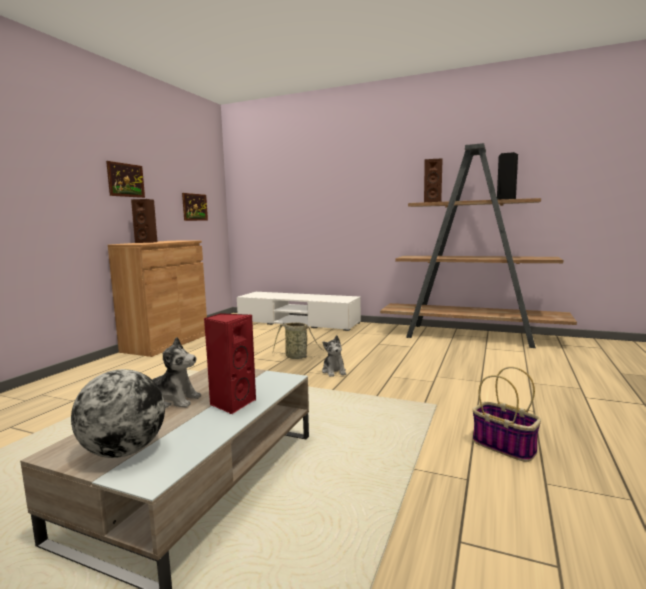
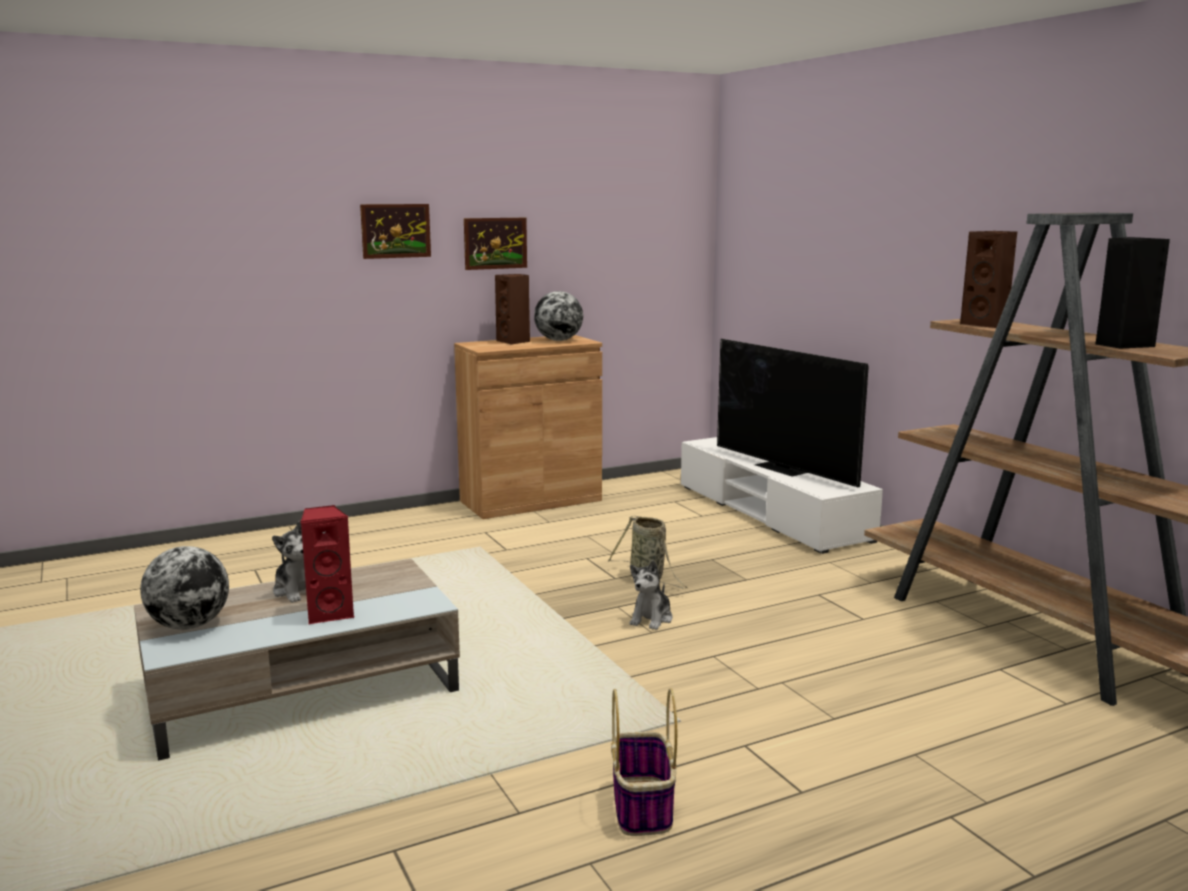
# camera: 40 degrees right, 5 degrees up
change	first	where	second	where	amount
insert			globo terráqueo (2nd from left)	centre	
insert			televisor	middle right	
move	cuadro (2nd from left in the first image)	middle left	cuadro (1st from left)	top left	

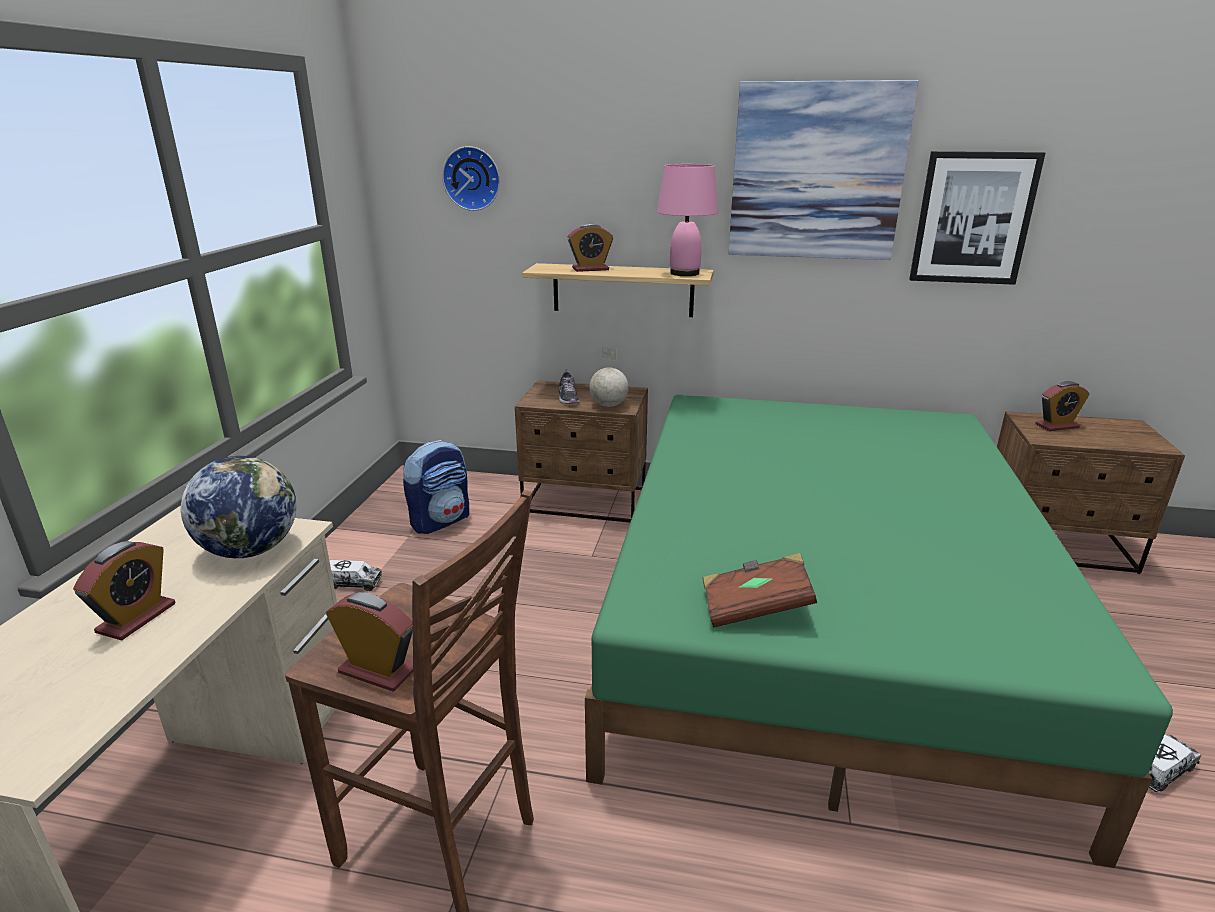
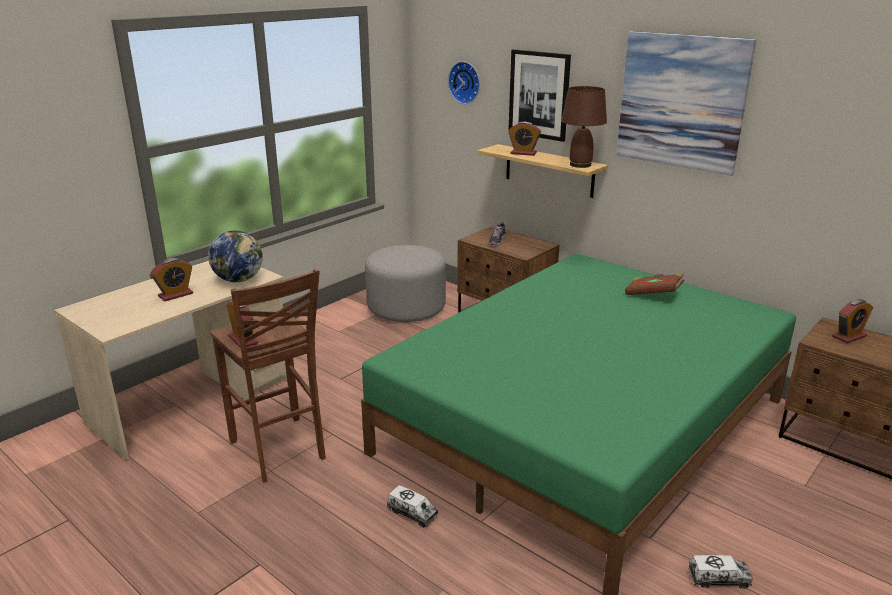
# camera: 30 degrees right, 0 degrees up
change	first	where	second	where	amount
delete	globo terráqueo (2nd from left)	centre			
move	camión de juguete (1st from left)	middle left		bottom centre	
move	libro/marrón	centre		middle right	
move	cuadro (2nd from left in the first image)	top right	cuadro (1st from left)	top centre	
replace	mochila	centre	puf/gris	centre	
recolor	lámpara de mesa/rosa	top centre	lámpara de mesa/marrón	top centre	
rotate	despertador (4th from left)	middle right		middle right	45 degrees counterclockwise

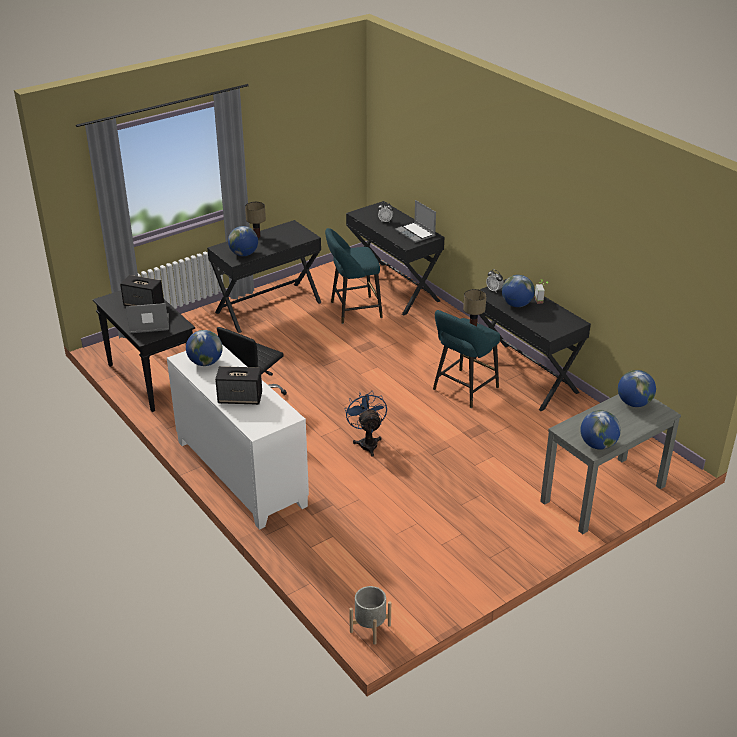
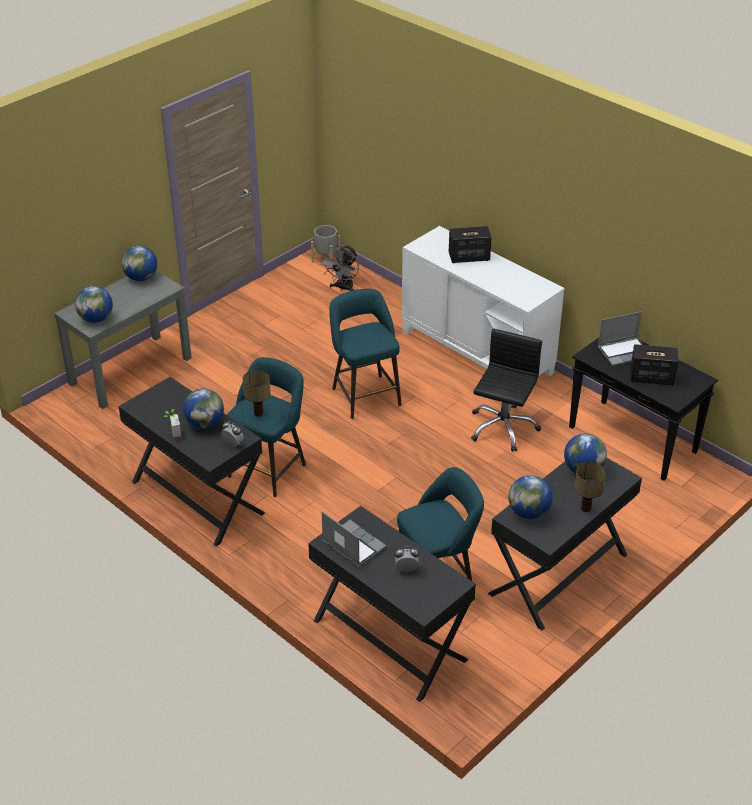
# camera: 170 degrees right, 5 degrees up
change	first	where	second	where	amount
insert			ventilador/gris	top centre	
move	globo terráqueo (1st from left in the first image)	middle left	globo terráqueo (4th from left)	middle right	
replace	ventilador/azul	centre	taburete/turquesa (2nd from left)	centre	

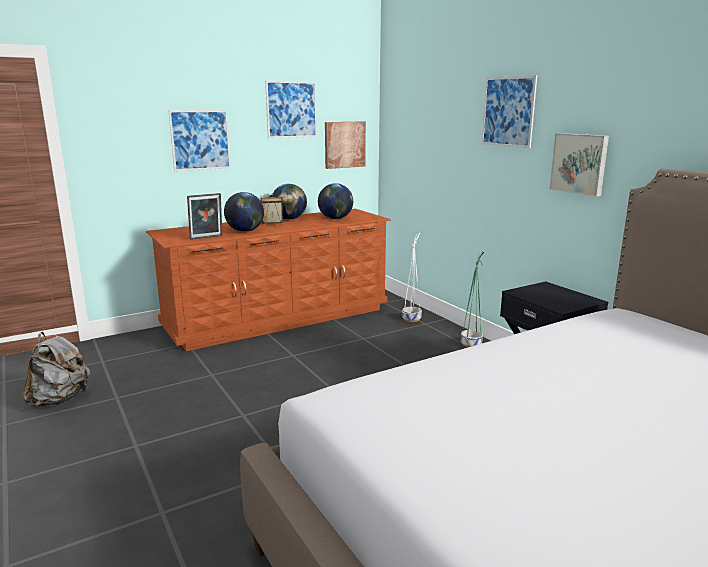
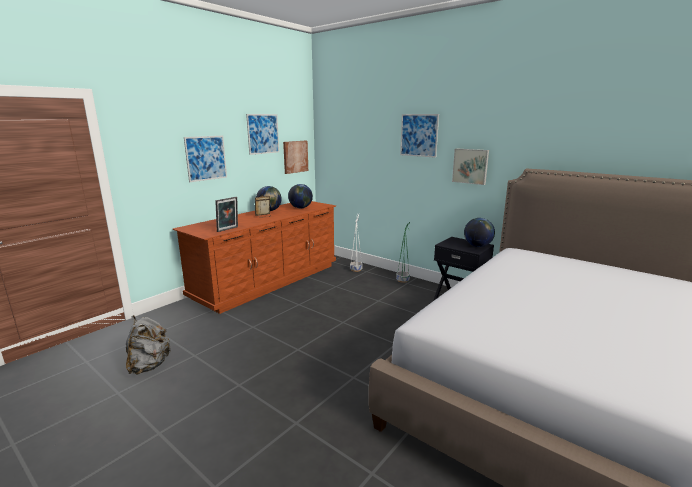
# camera: 20 degrees left, 0 degrees up
change	first	where	second	where	amount
move	globo terráqueo (1st from left in the first image)	centre	globo terráqueo (3rd from left)	middle right	

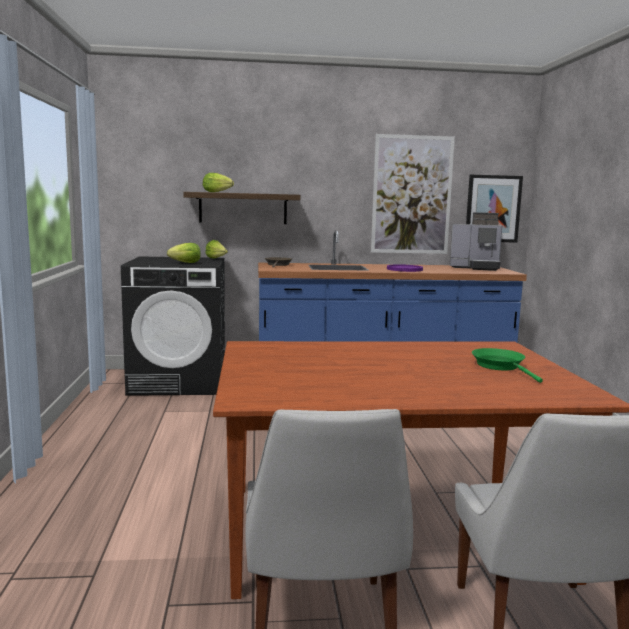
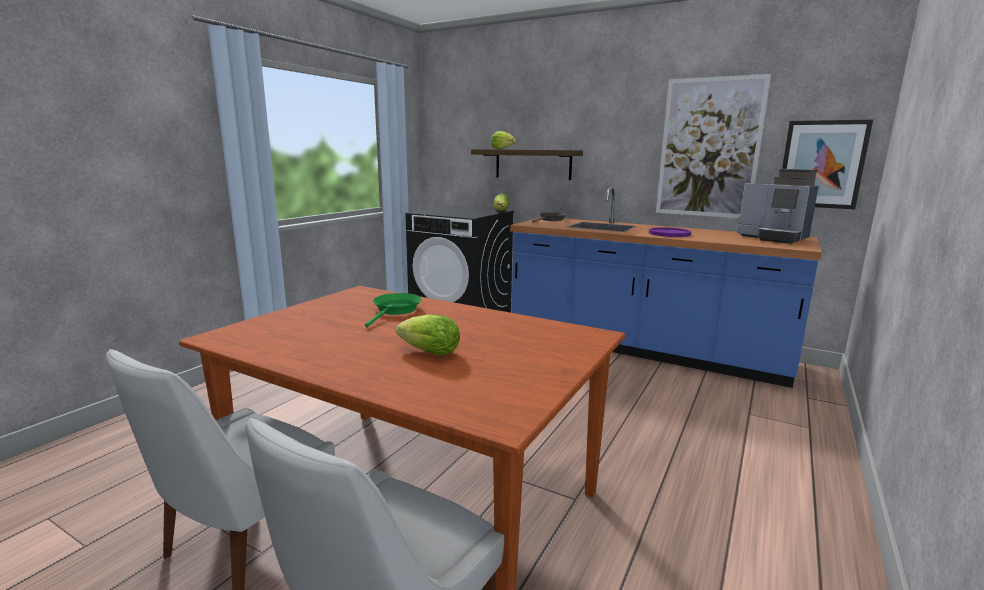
# camera: 35 degrees right, 5 degrees up
change	first	where	second	where	amount
move	lechuga (1st from left)	middle left		centre	
move	sartén/verde	middle right		centre	

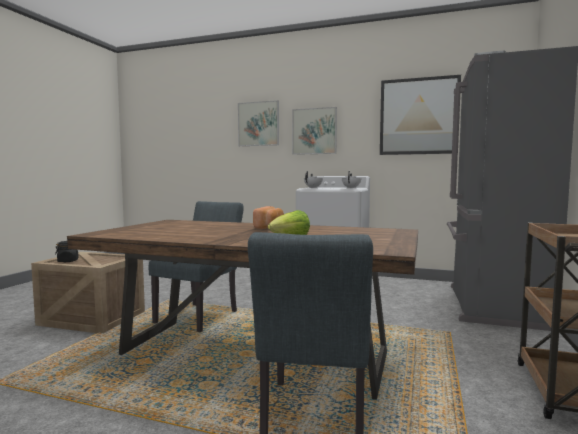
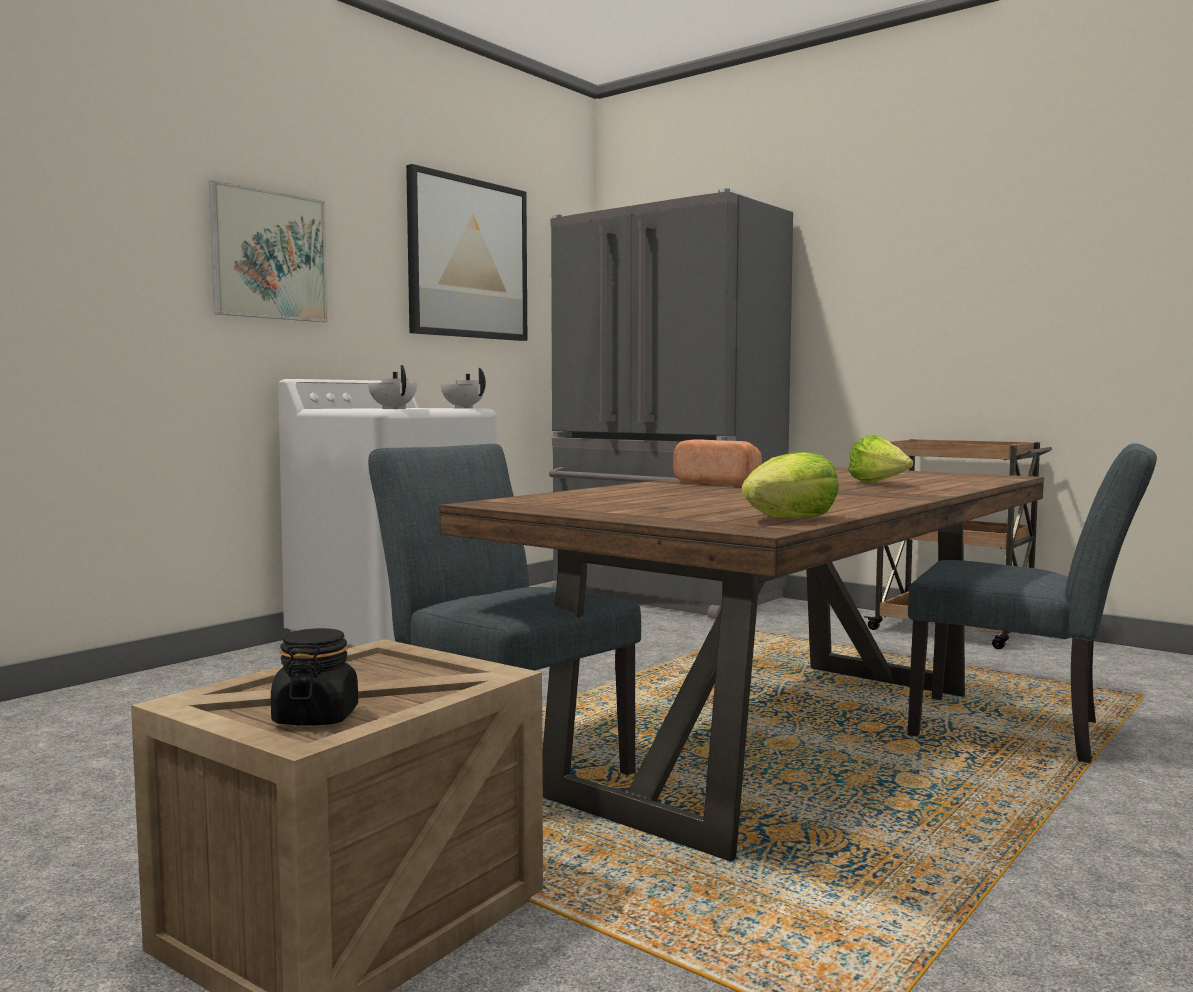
# camera: 70 degrees left, 0 degrees up
change	first	where	second	where	amount
delete	cuadro (1st from left)	top centre			
insert			lechuga (1st from left)	centre	

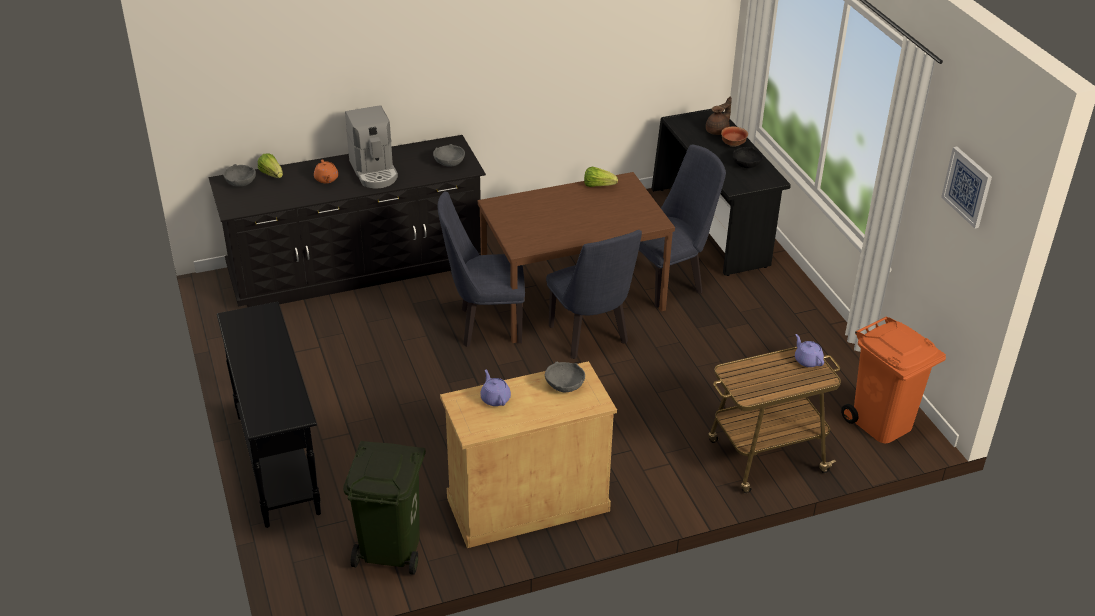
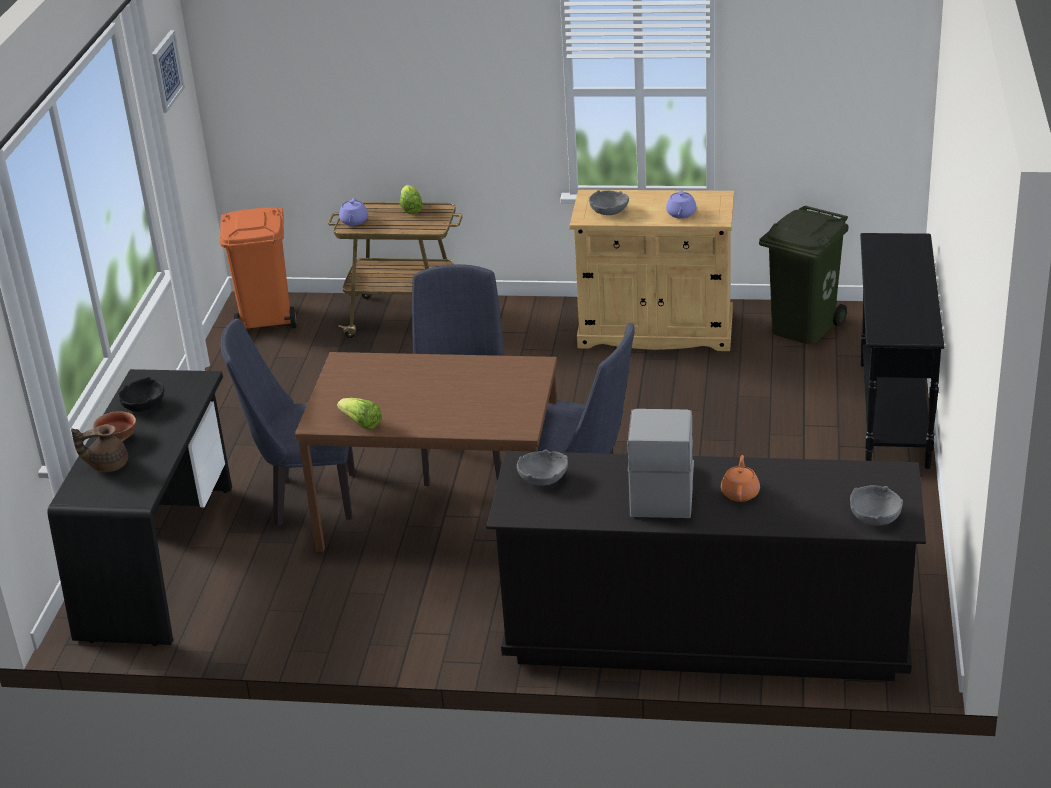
# camera: 150 degrees left, 5 degrees down
change	first	where	second	where	amount
move	lechuga (1st from left in the first image)	top left	lechuga (2nd from left)	top centre	

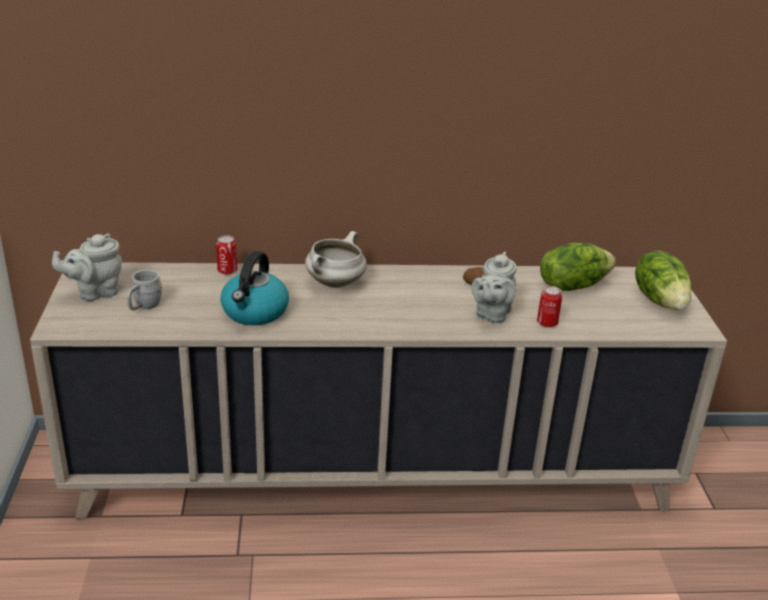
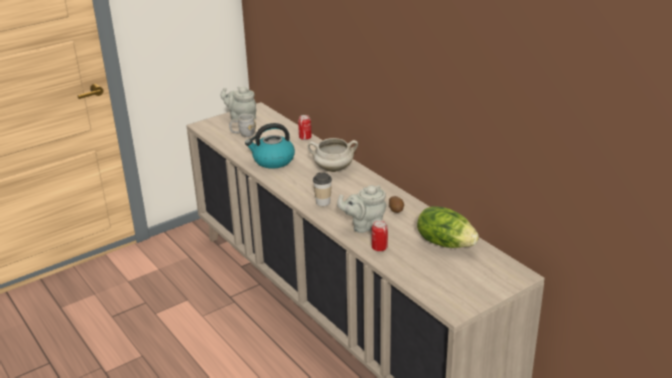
# camera: 60 degrees right, 0 degrees up
change	first	where	second	where	amount
delete	lechuga (2nd from left)	middle right			
insert			taza	centre	

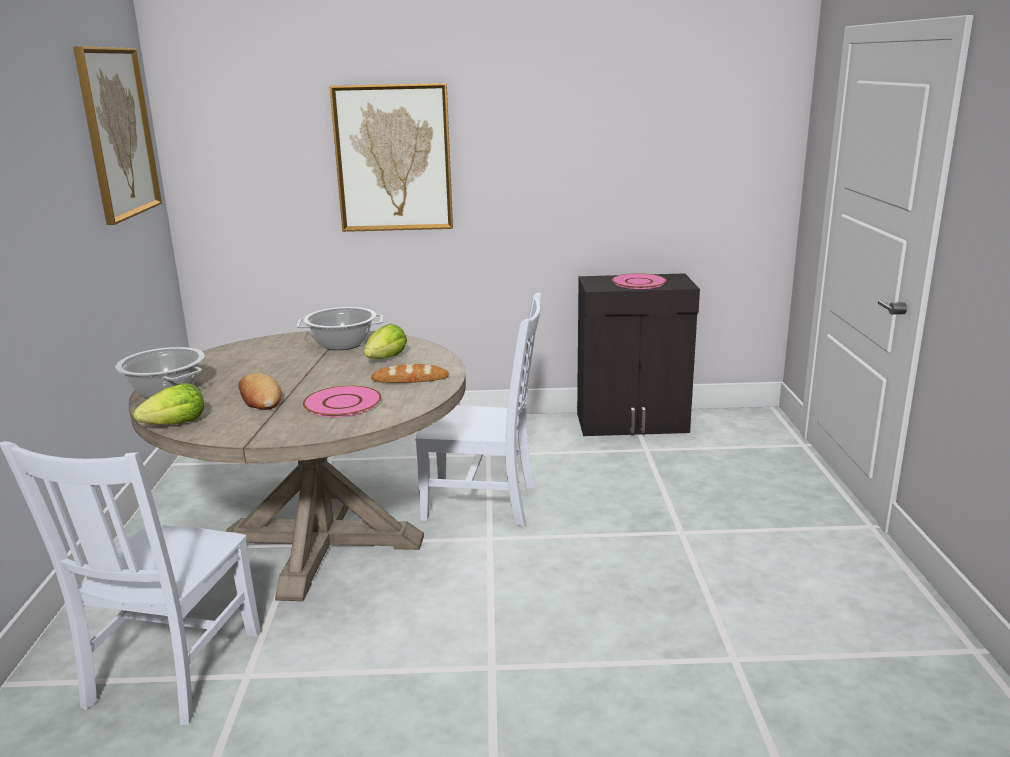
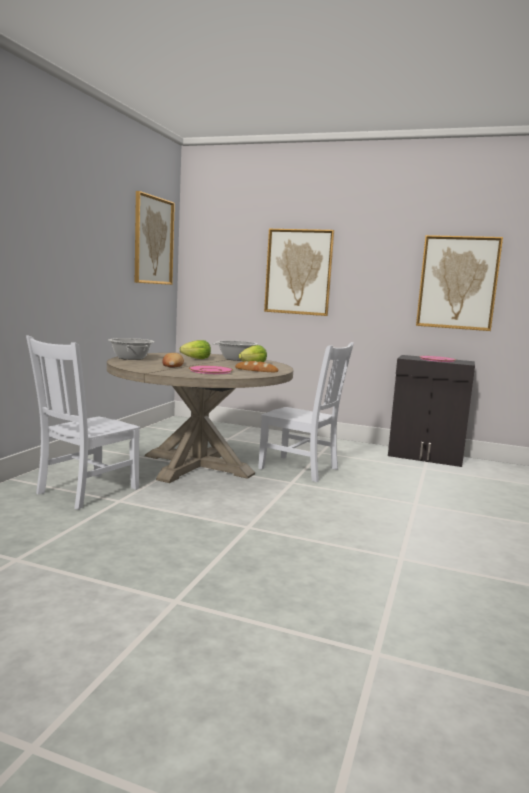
# camera: 20 degrees right, 10 degrees down
change	first	where	second	where	amount
insert			cuadro (3rd from left)	middle right	
move	lechuga (1st from left)	middle left		centre	

